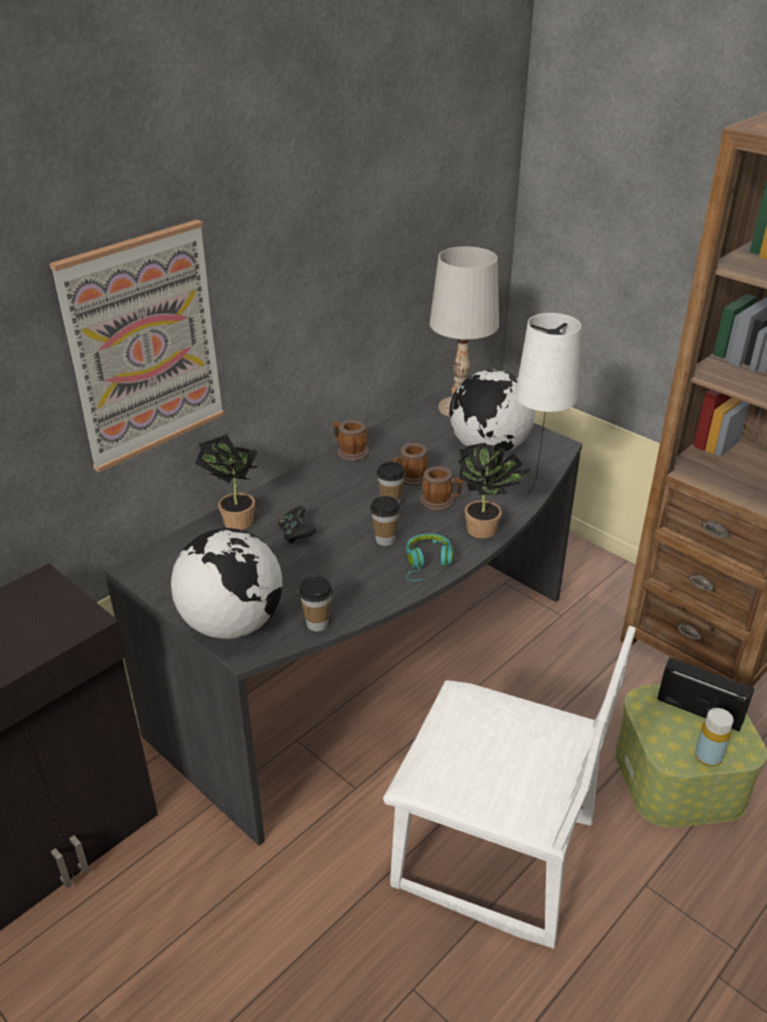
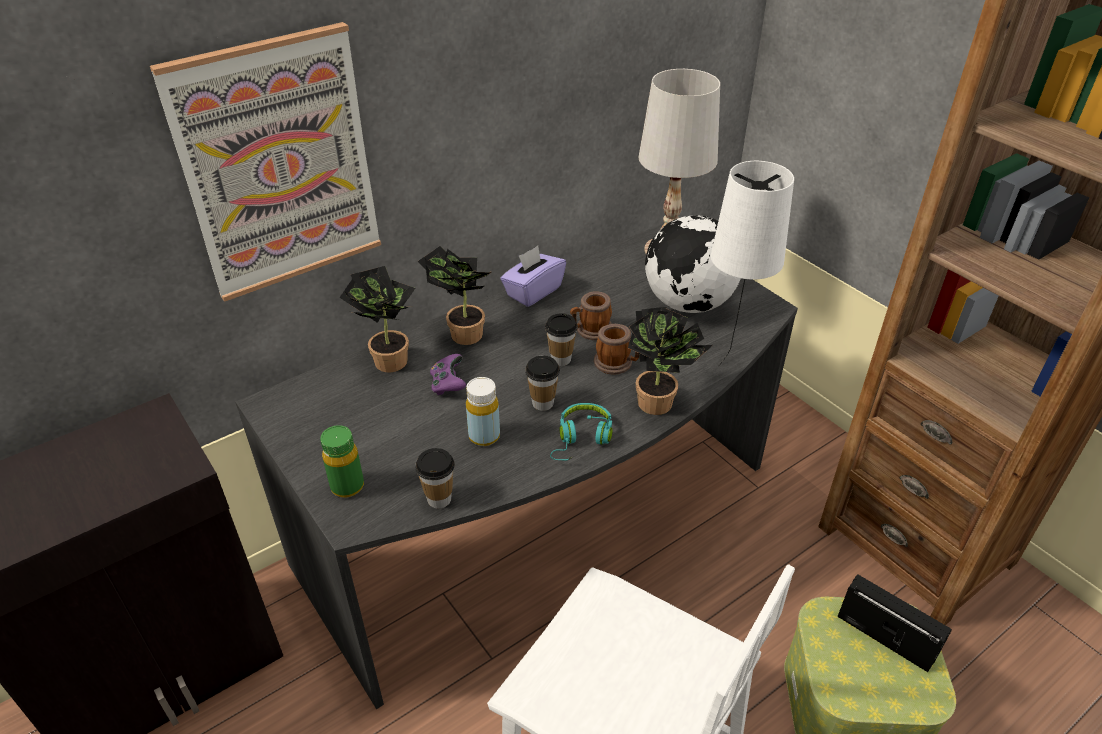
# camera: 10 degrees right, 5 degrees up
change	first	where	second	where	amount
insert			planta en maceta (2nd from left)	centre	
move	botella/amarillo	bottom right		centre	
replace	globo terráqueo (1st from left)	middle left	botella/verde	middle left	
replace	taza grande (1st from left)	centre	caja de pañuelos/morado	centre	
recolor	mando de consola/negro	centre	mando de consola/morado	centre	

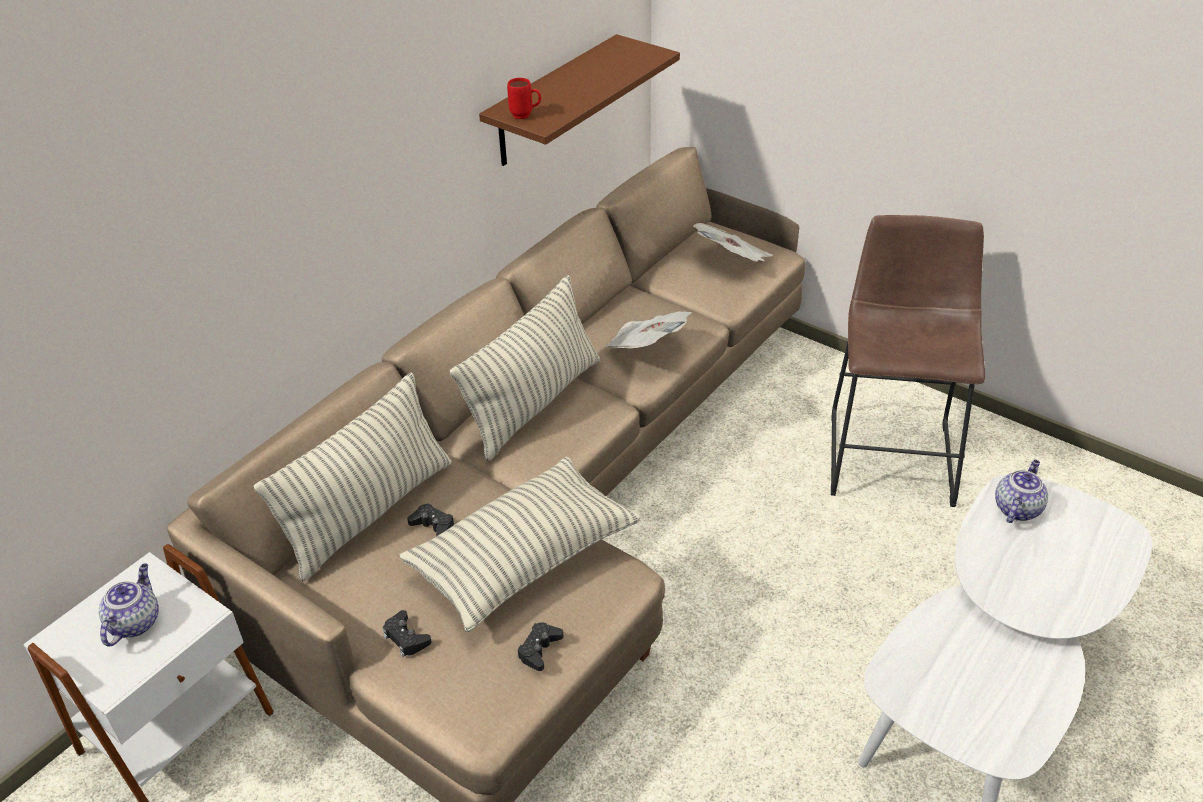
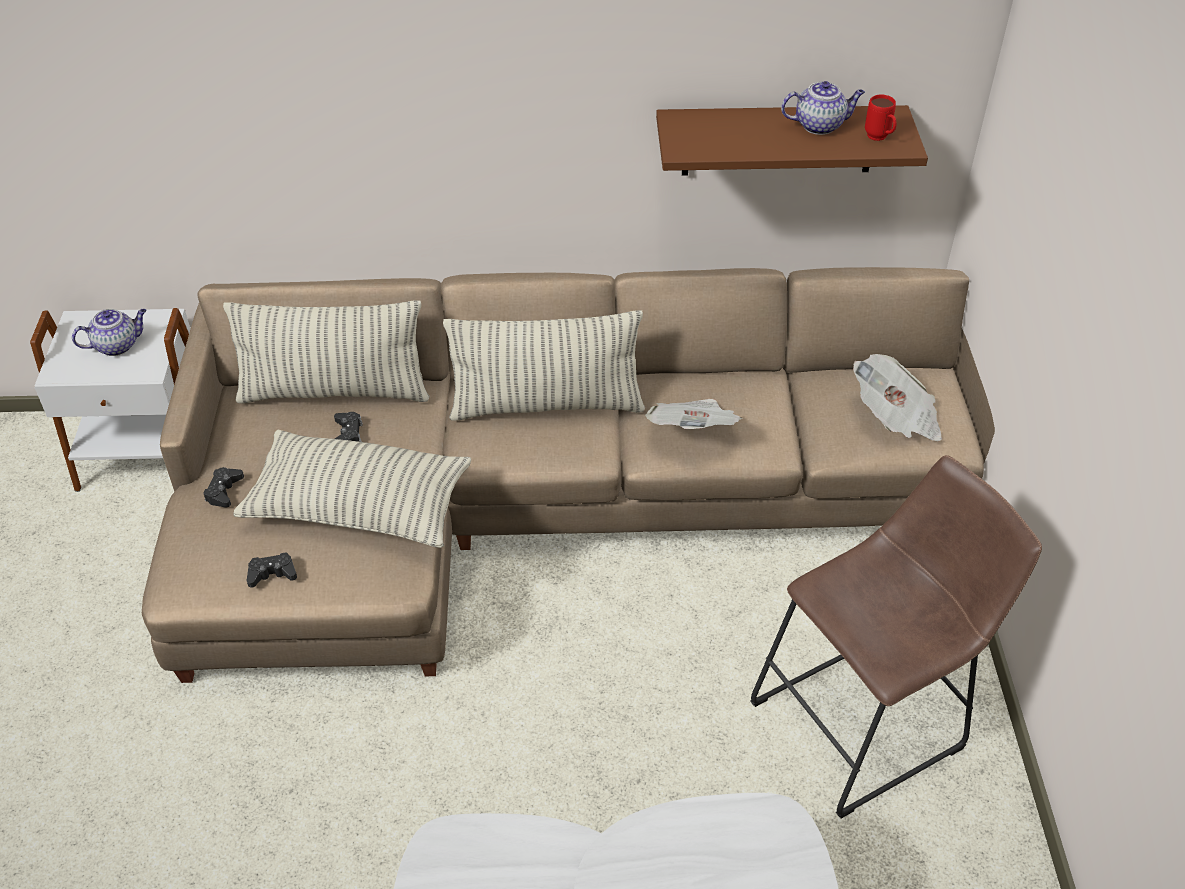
# camera: 50 degrees right, 5 degrees up
change	first	where	second	where	amount
move	taza grande/rojo	top centre		top right	
move	tetera (2nd from left)	middle right		top right	

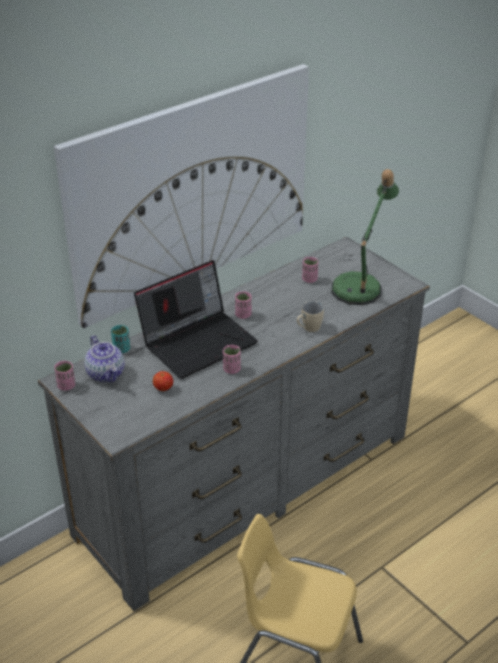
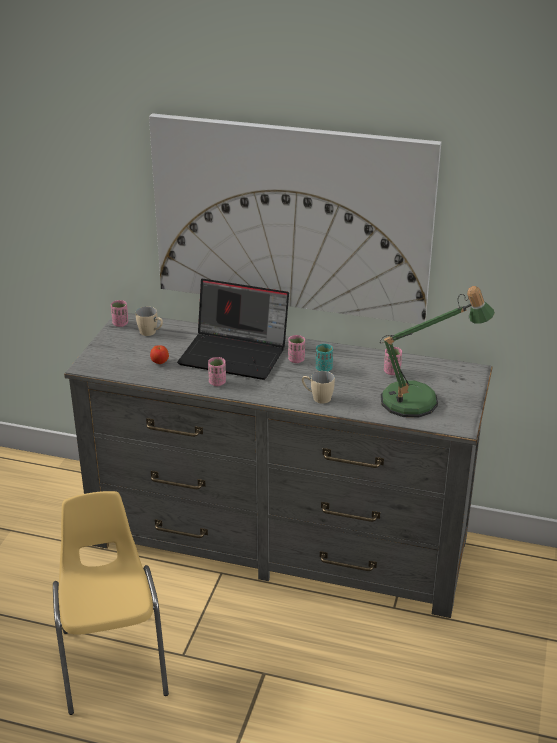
# camera: 55 degrees right, 5 degrees down
change	first	where	second	where	amount
move	taza/turquesa	middle left		centre	
replace	tetera	middle left	taza grande/beis (1st from left)	middle left	

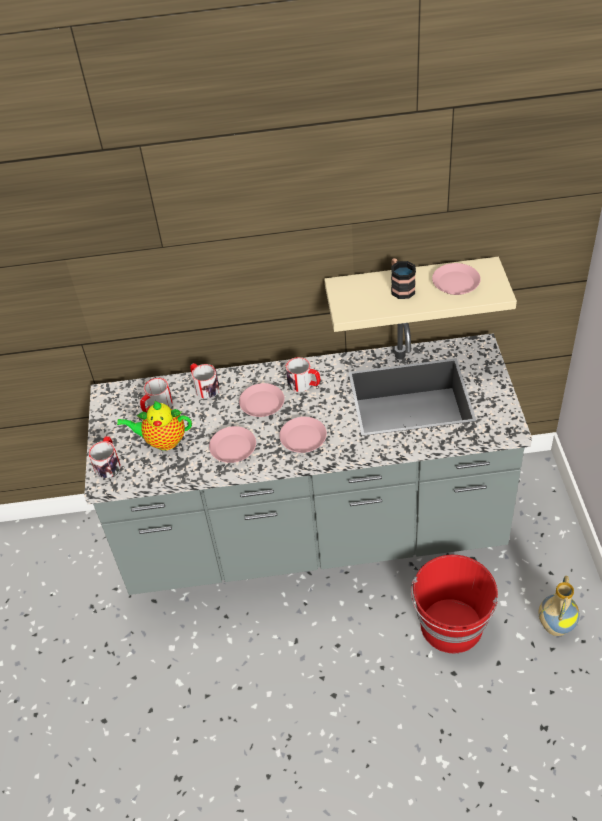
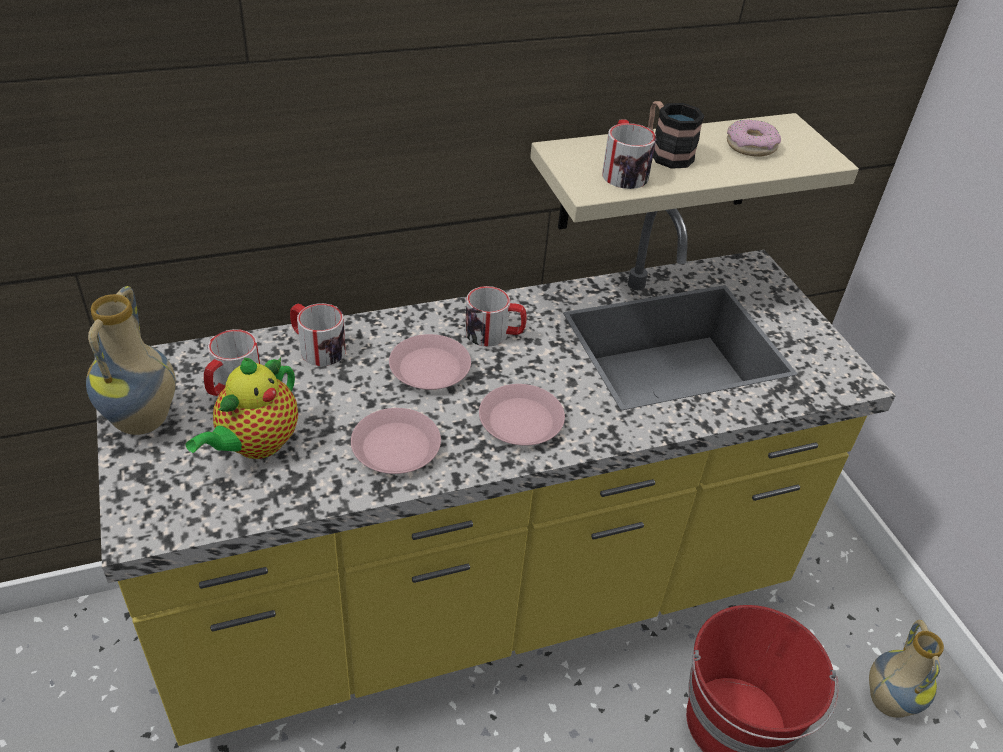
# camera: 20 degrees left, 5 degrees down
change	first	where	second	where	amount
insert			florero (1st from left)	middle left	
move	taza grande (1st from left in the first image)	middle left	taza grande (4th from left)	top centre	
replace	plato/rosa (4th from left)	middle right	rosquilla	top right	
recolor	mueble bajo de cocina/gris	centre	mueble bajo de cocina/amarillo	centre	
rotate	tetera	middle left		middle left	45 degrees counterclockwise

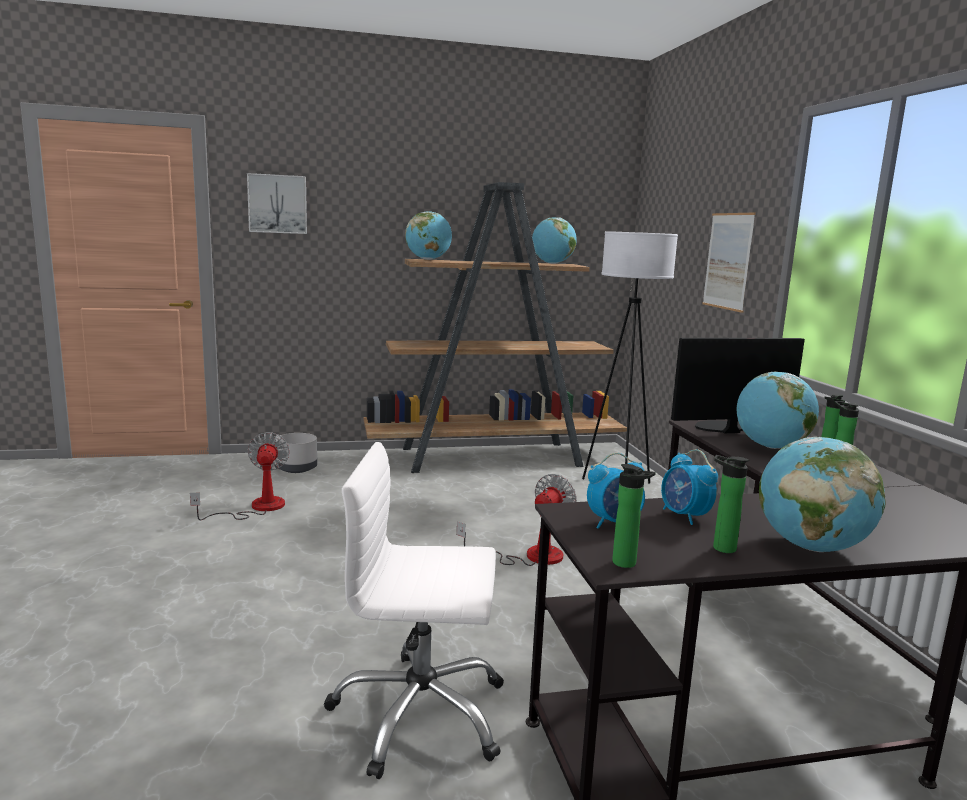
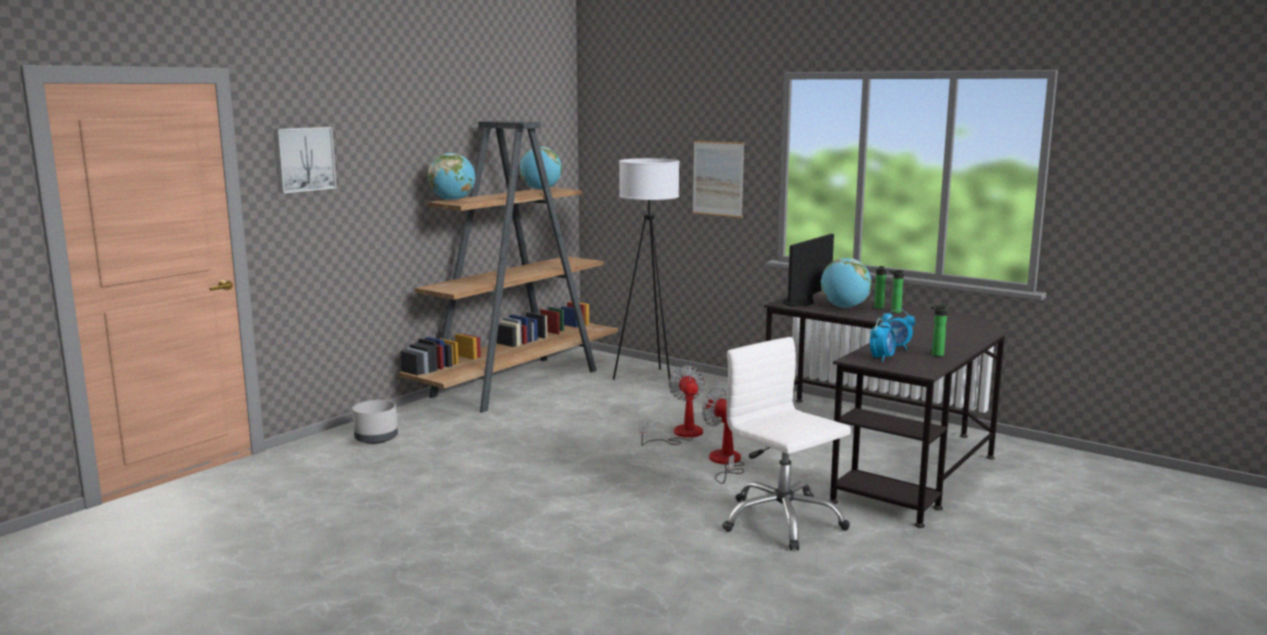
# camera: 40 degrees left, 0 degrees up
change	first	where	second	where	amount
delete	botella (1st from left)	centre			
delete	globo terráqueo (4th from left)	middle right			
move	ventilador (1st from left in the first image)	middle left	ventilador (2nd from left)	bottom centre	
rotate	silla de oficina/blanco	bottom centre		bottom centre	90 degrees clockwise

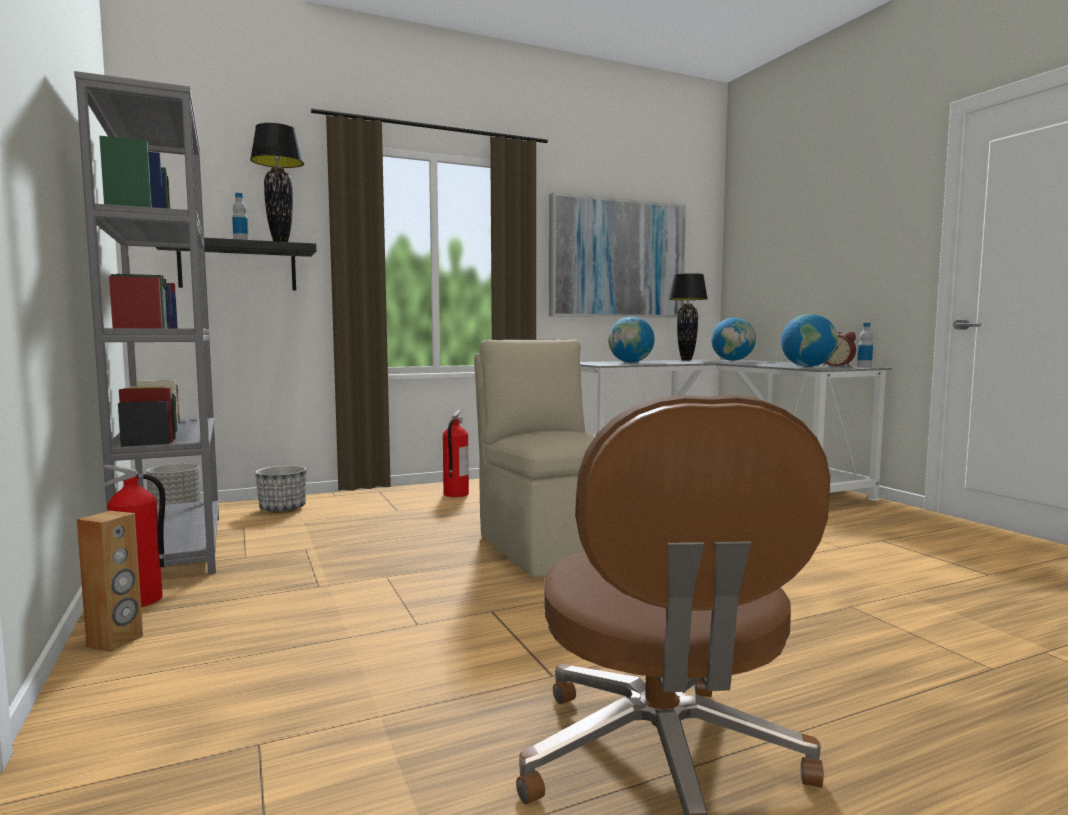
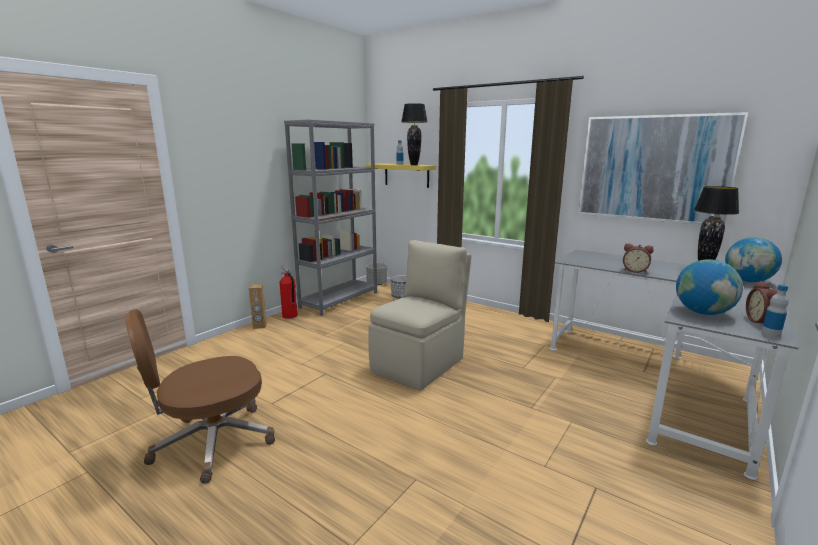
# camera: 60 degrees right, 10 degrees up
change	first	where	second	where	amount
delete	extintor (2nd from left)	centre			
delete	globo terráqueo (1st from left)	centre			
insert			despertador (1st from left)	middle right	
recolor	estante/negro	top left	estante/amarillo	top centre	

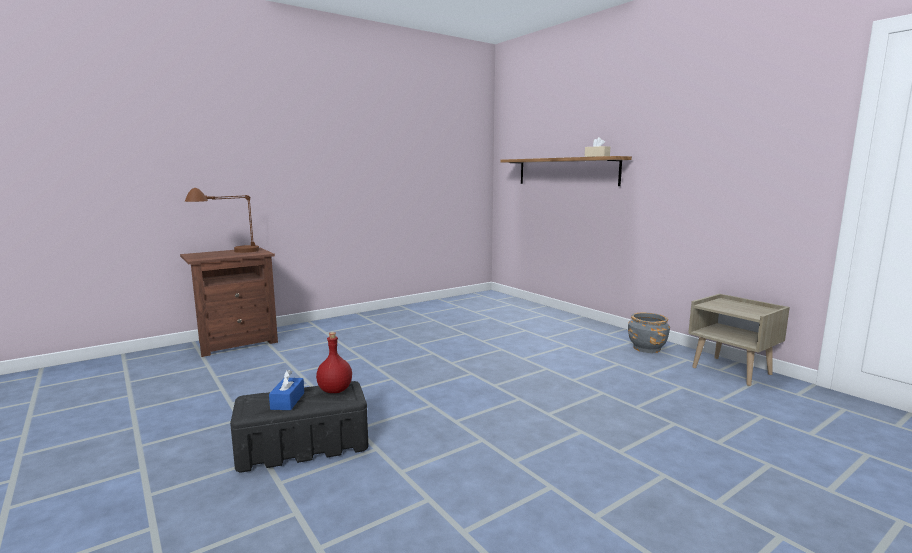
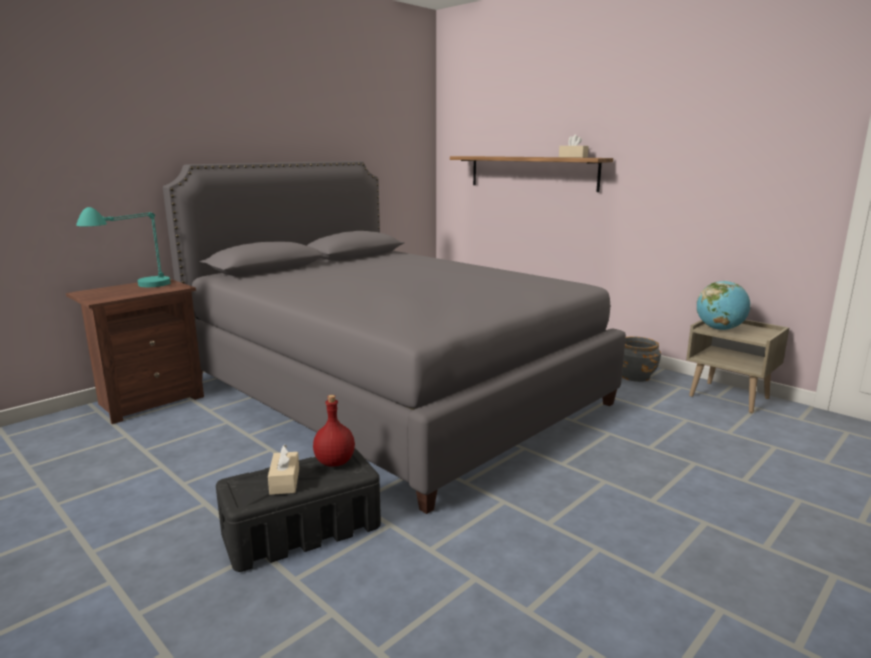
# camera: 10 degrees left, 5 degrees up
change	first	where	second	where	amount
insert			cama/gris	centre	
insert			globo terráqueo	middle right	
recolor	lámpara de mesa/marrón	middle left	lámpara de mesa/turquesa	middle left	
recolor	caja de pañuelos/azul	bottom left	caja de pañuelos/beis (1st from left)	bottom left	

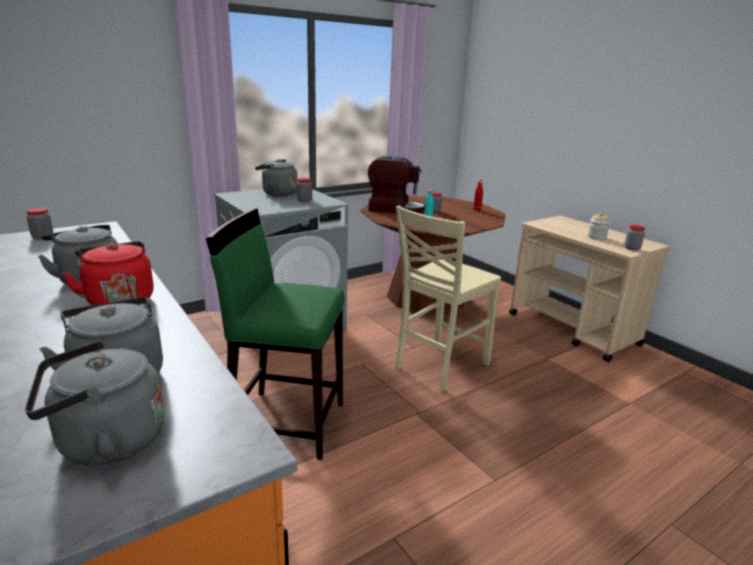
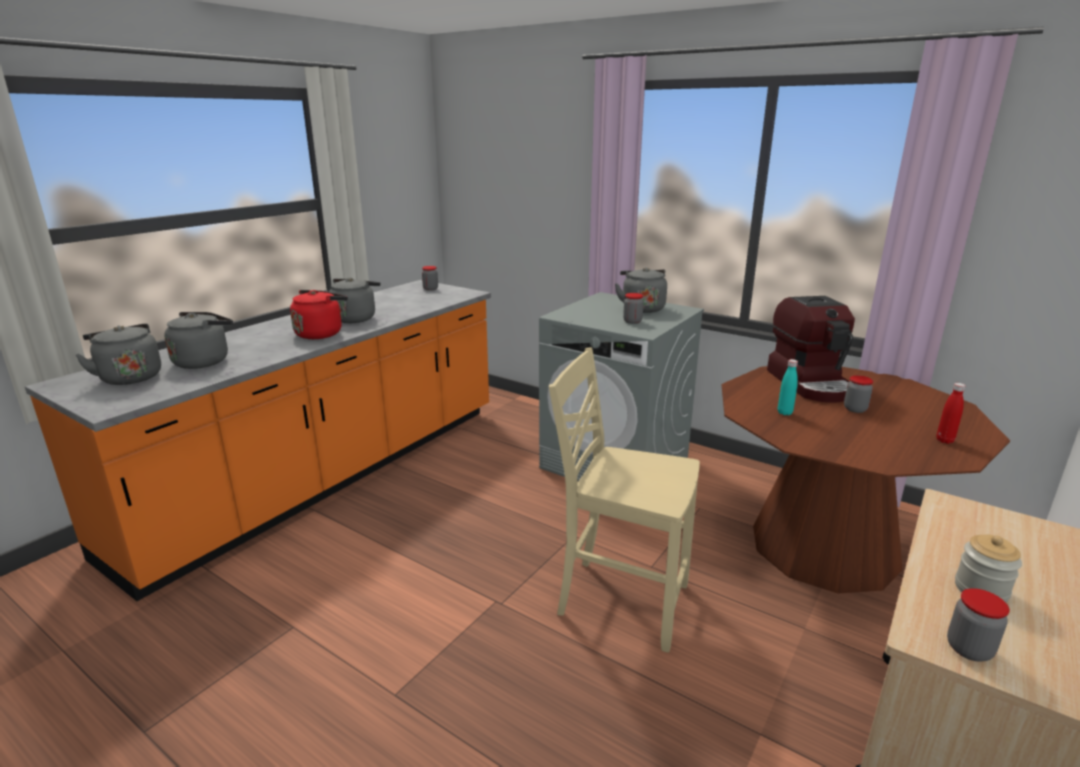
# camera: 70 degrees right, 0 degrees up
change	first	where	second	where	amount
delete	taburete/verde	centre			

